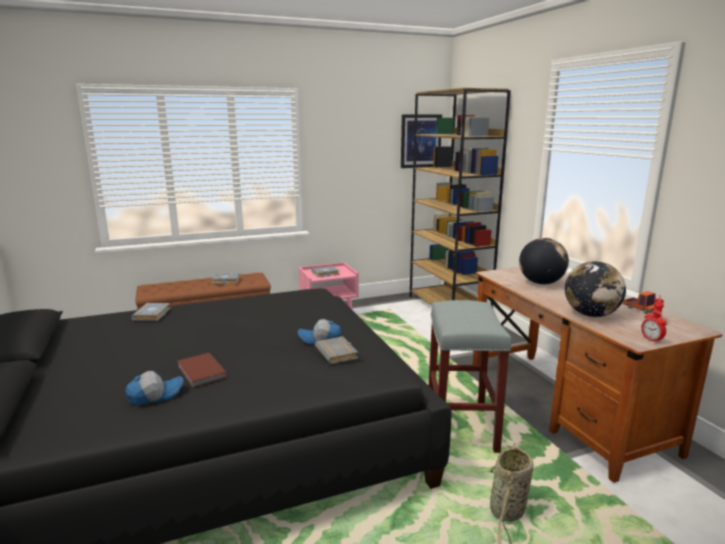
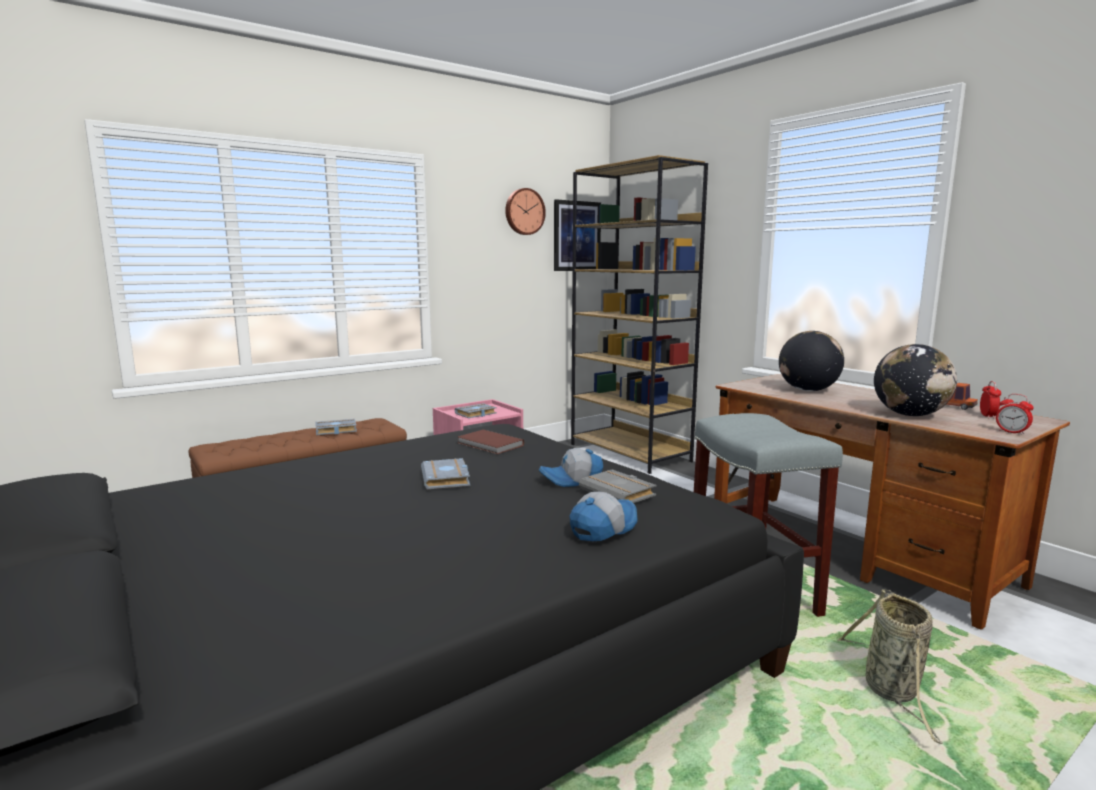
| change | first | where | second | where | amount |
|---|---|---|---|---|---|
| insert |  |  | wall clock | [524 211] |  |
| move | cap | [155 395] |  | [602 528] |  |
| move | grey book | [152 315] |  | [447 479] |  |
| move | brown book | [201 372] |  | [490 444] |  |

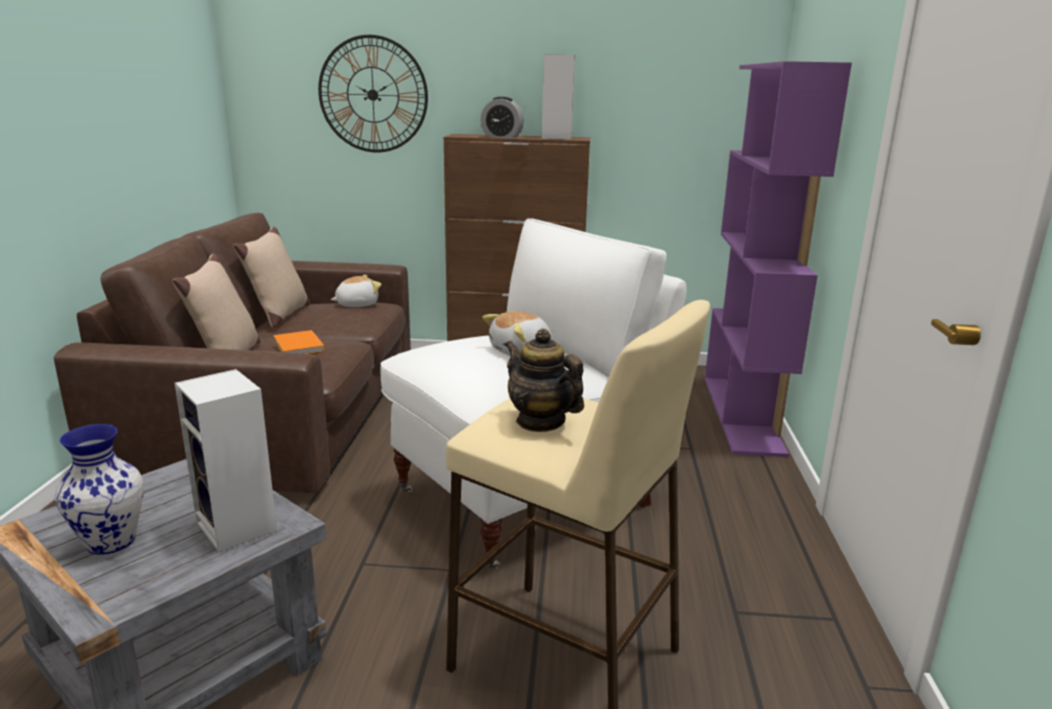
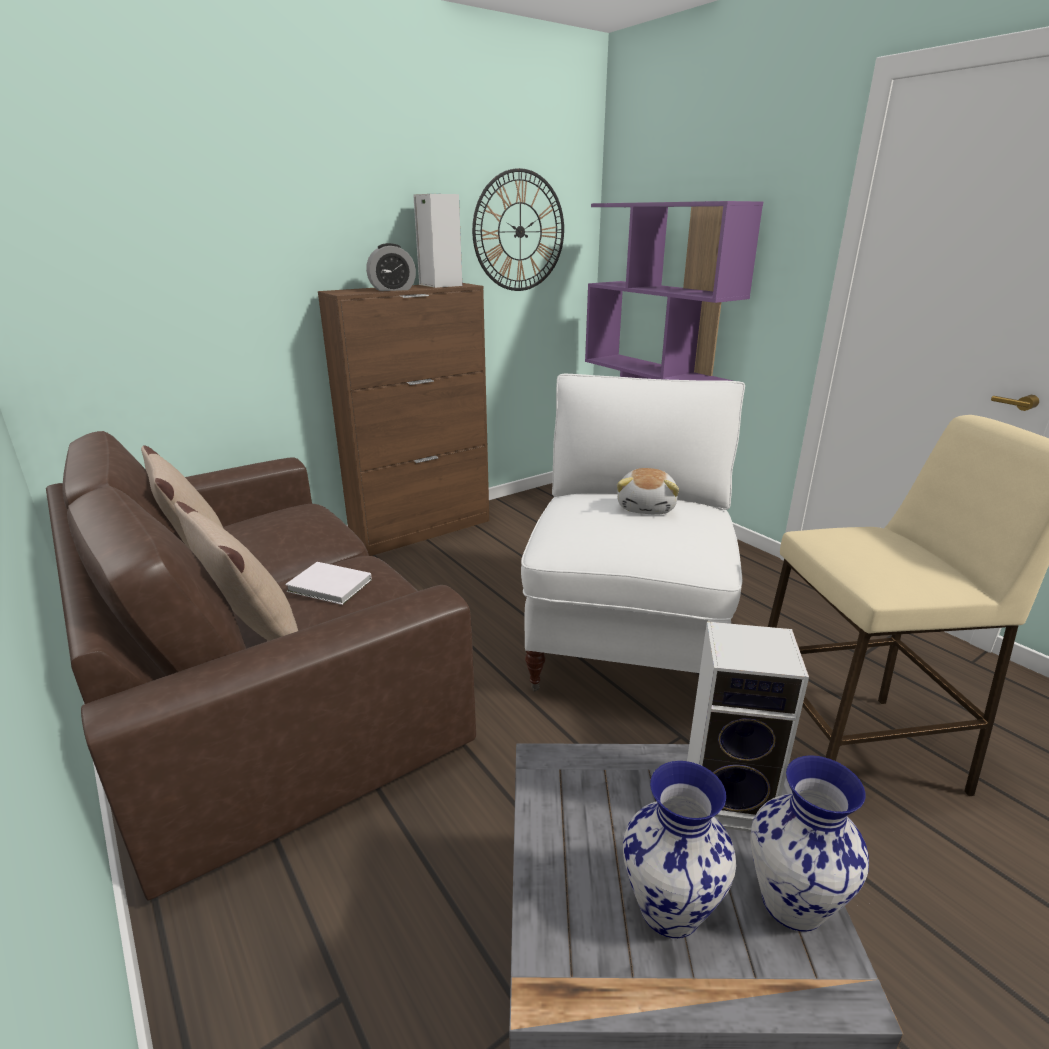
| change | first | where | second | where | amount |
|---|---|---|---|---|---|
| delete | plush toy | [356 304] |  |  |  |
| delete | teapot | [540 422] |  |  |  |
| insert |  |  | vase | [790 901] |  |
| move | wall clock | [373 95] |  | [519 231] |  |
| recolor | orange book | [298 347] | white book | [330 586] |  |

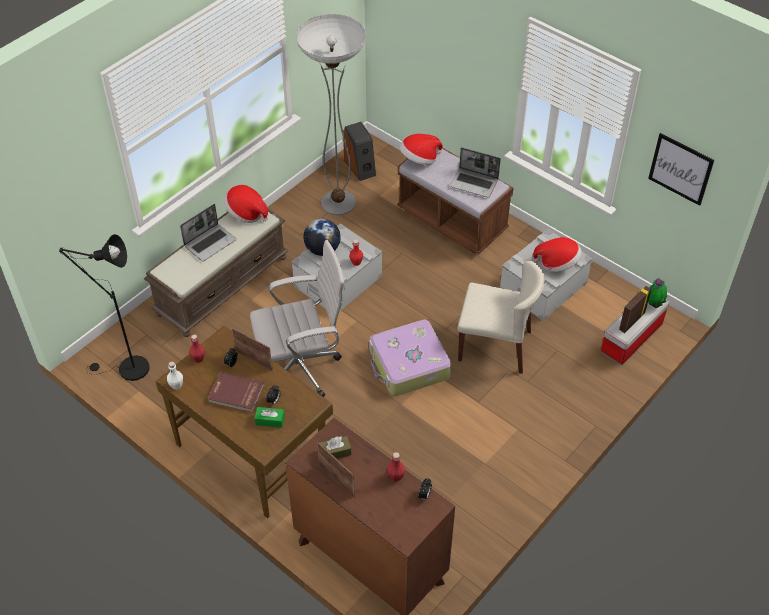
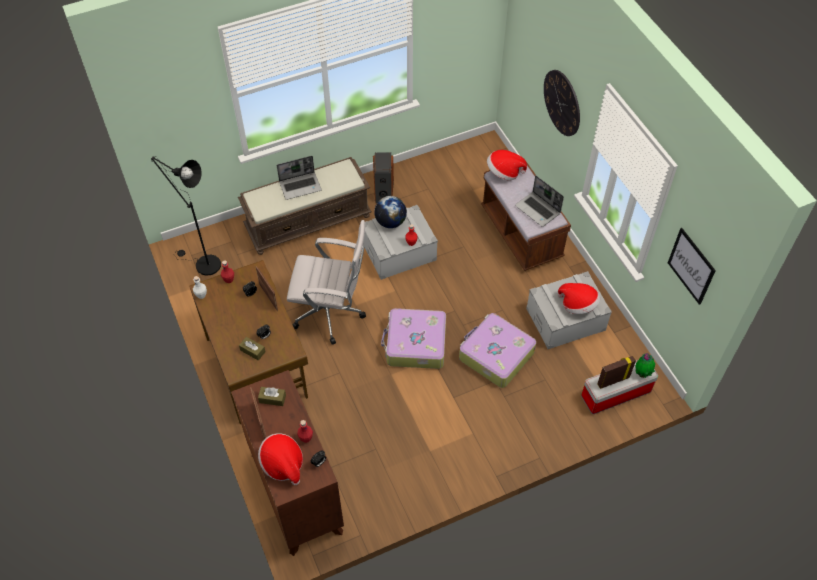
| change | first | where | second | where | amount |
|---|---|---|---|---|---|
| delete | red book | [236 394] |  |  |  |
| delete | floor lamp | [338 203] |  |  |  |
| insert |  |  | wall clock | [562 103] |  |
| move | hat | [246 213] |  | [283 464] |  |
| move | speaker | [360 167] |  | [383 191] |  |
| replace | beige chair | [495 346] | suitcase | [495 355] |  |
| recolor | green tissue box | [270 420] | brown tissue box | [252 351] |  |

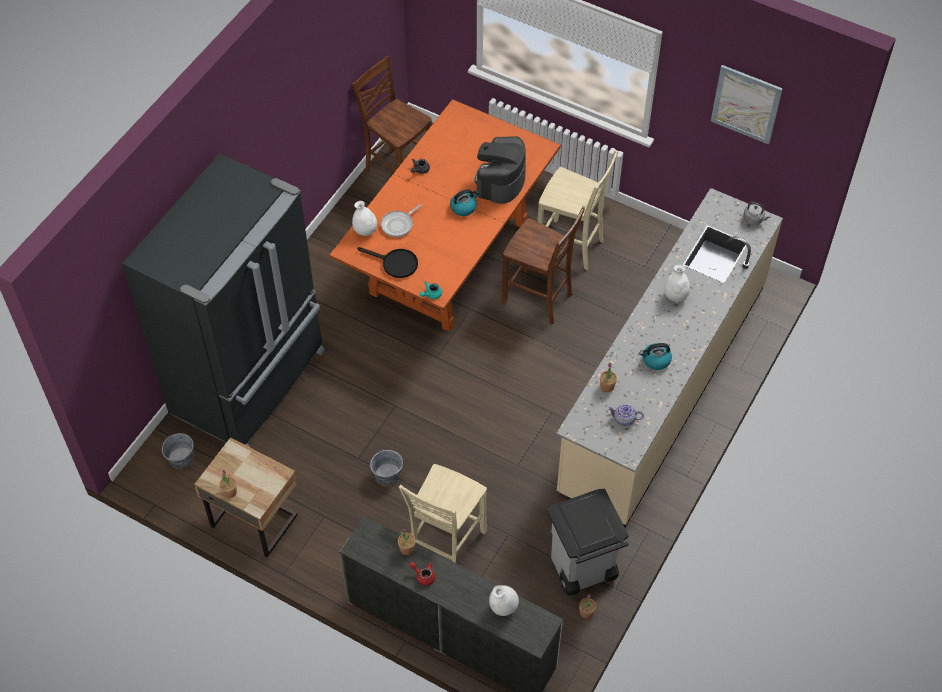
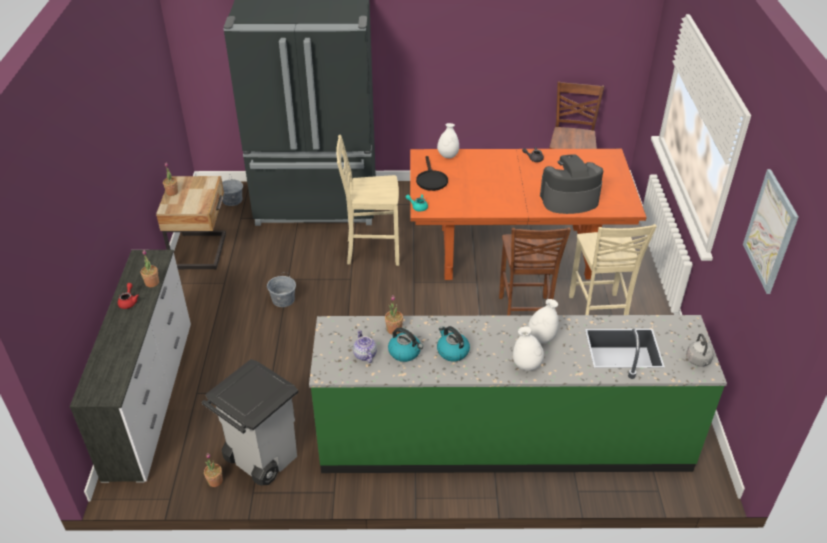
| change | first | where | second | where | amount |
|---|---|---|---|---|---|
| delete | frying pan | [399 224] |  |  |  |
| move | beige chair | [445 546] |  | [371 251] |  |
| move | kettle | [464 207] |  | [405 352] |  |
| move | white vase | [503 607] |  | [526 366] |  |
| recolor | beige counter | [662 387] | green counter | [503 437] |  |

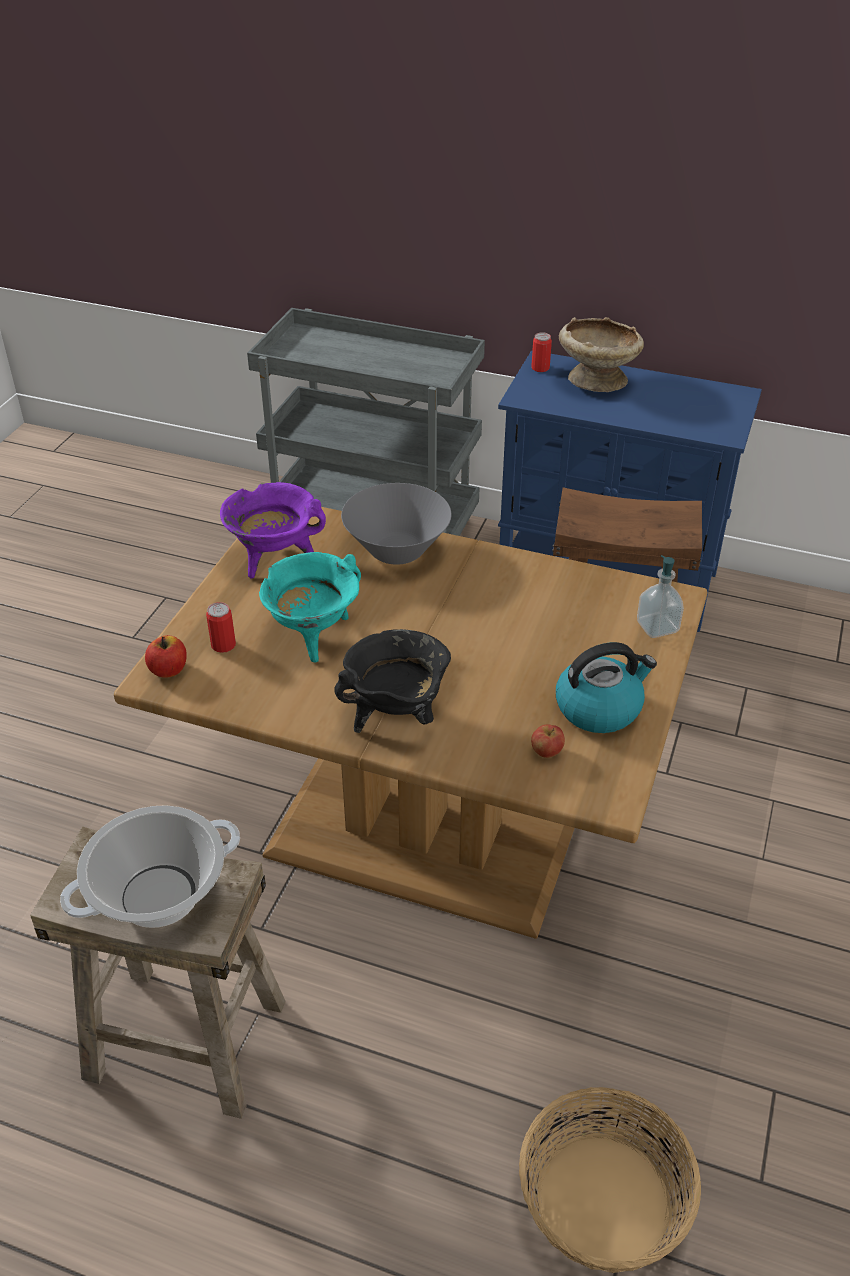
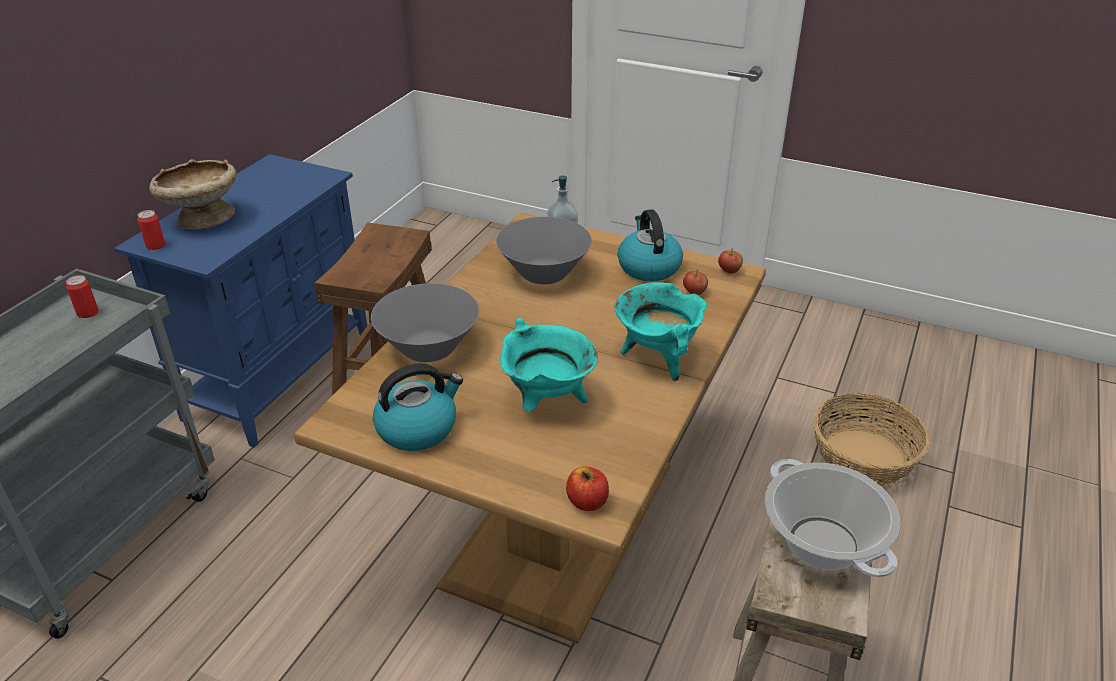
| change | first | where | second | where | amount |
|---|---|---|---|---|---|
| insert |  |  | grey bowl | [543 274] |  |
| insert |  |  | apple | [729 271] |  |
| move | can | [223 645] |  | [87 312] |  |
| replace | purple cooking pot | [274 559] | kettle | [418 428] |  |
| recolor | black cooking pot | [396 716] | turquoise cooking pot | [657 358] |  |

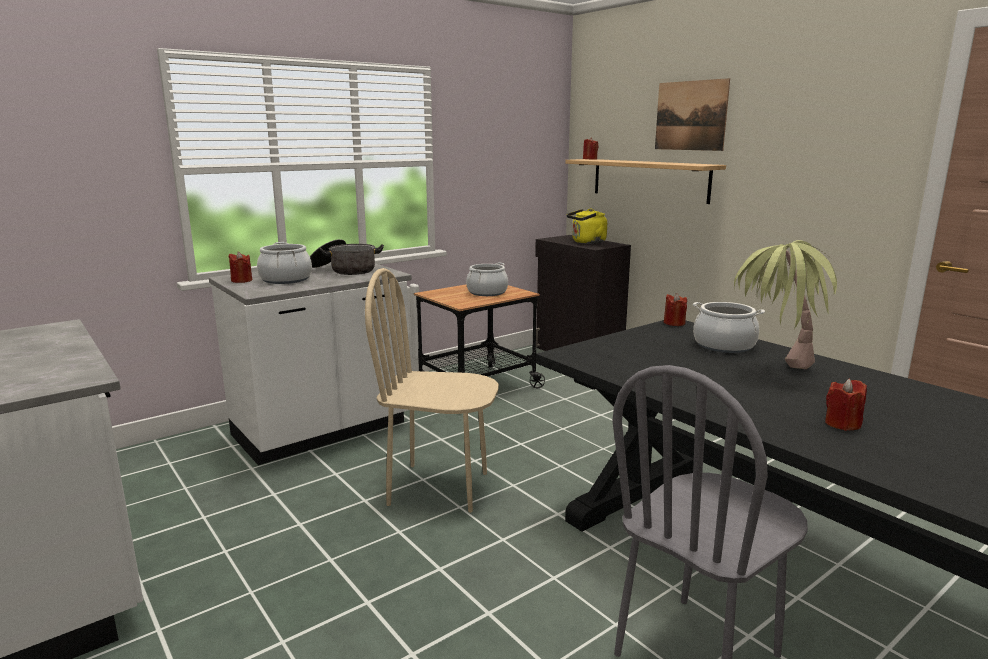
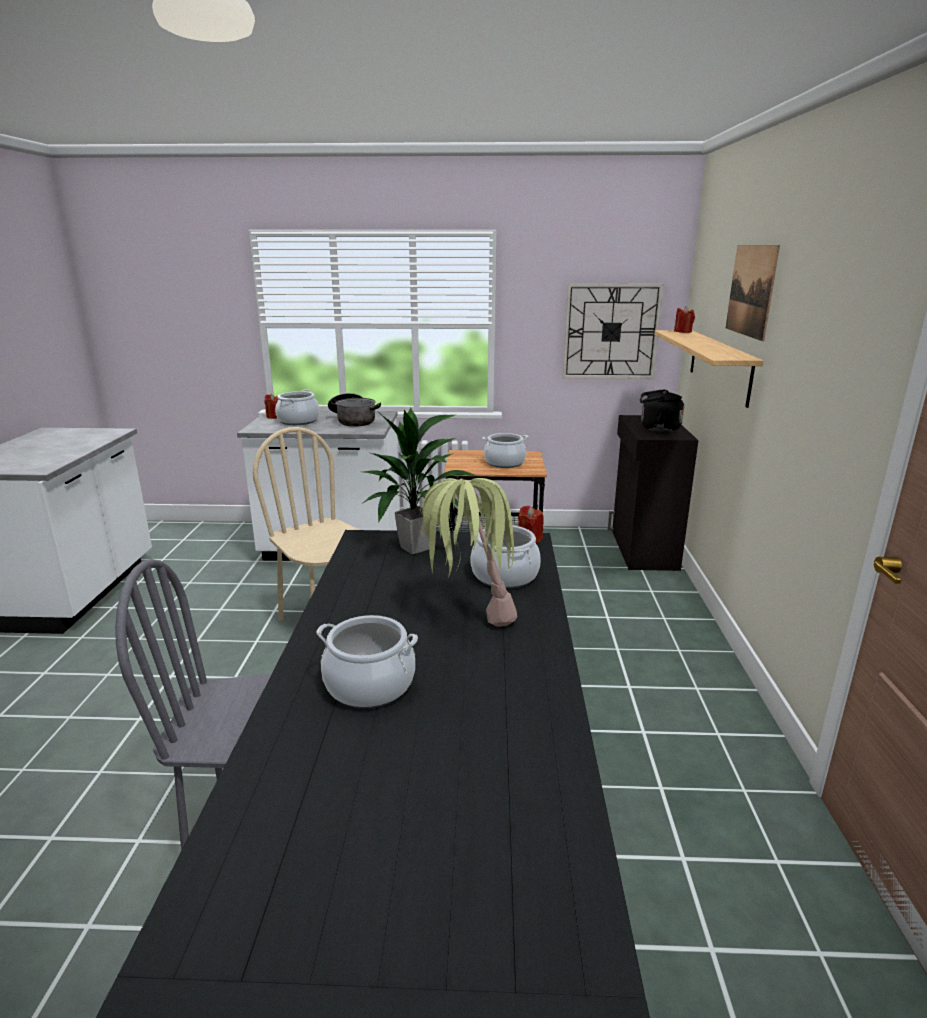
| change | first | where | second | where | amount |
|---|---|---|---|---|---|
| insert |  |  | potted plant | [417 548] |  |
| insert |  |  | wall clock | [611 331] |  |
| replace | red candle | [842 424] | cooking pot | [369 684] |  |
| recolor | yellow kettle | [587 242] | black kettle | [657 428] |  |

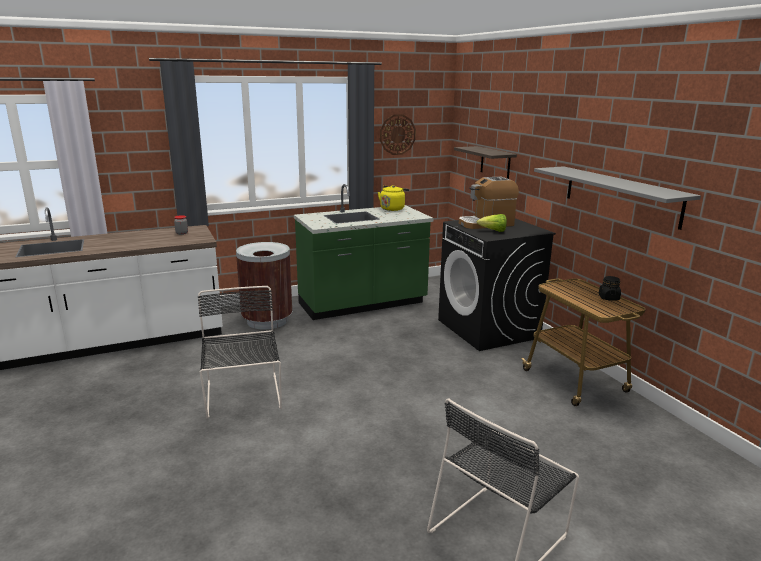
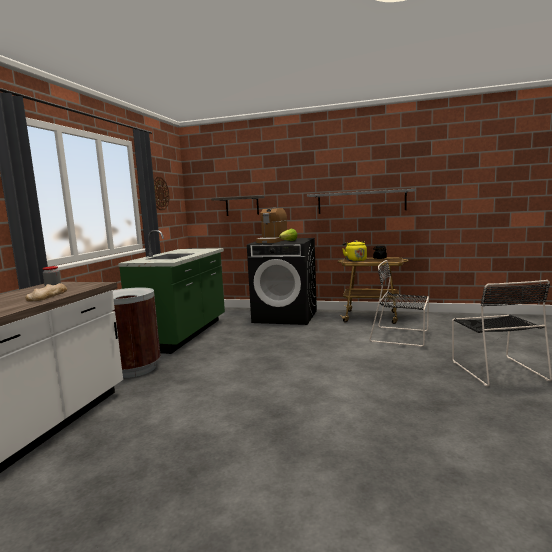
| change | first | where | second | where | amount |
|---|---|---|---|---|---|
| insert |  |  | bread | [48 296] |  |
| move | black chair | [243 397] |  | [402 336] |  |
| move | yellow kettle | [393 208] |  | [355 260] |  |

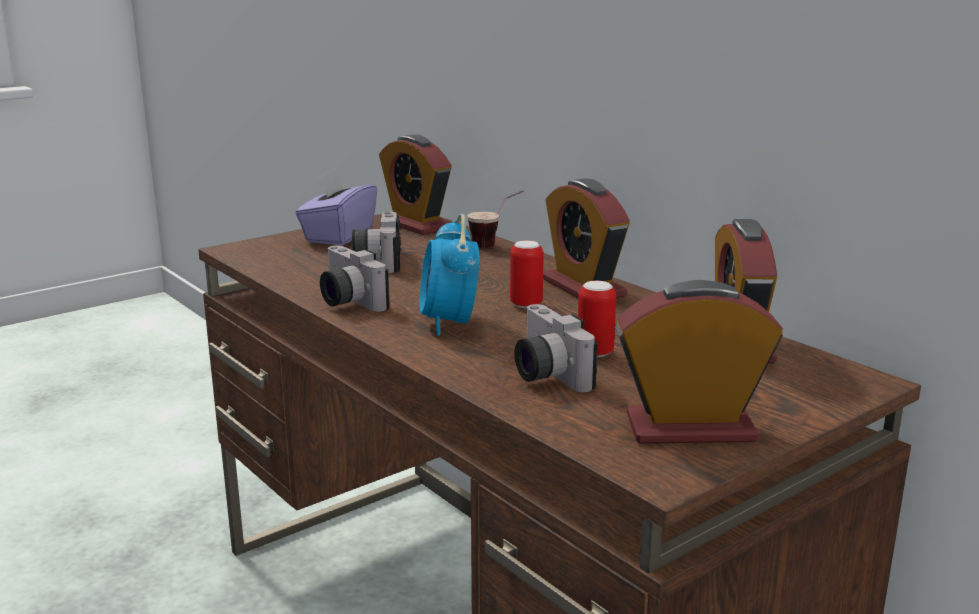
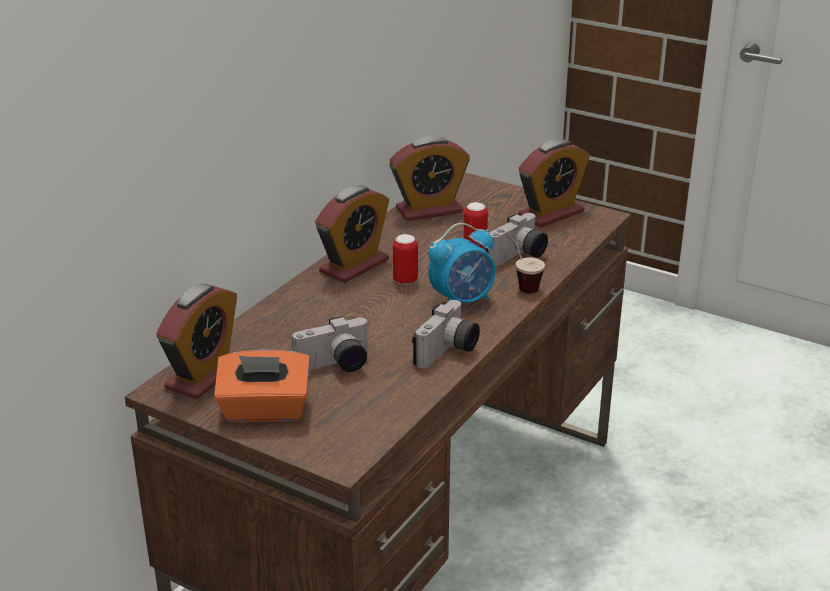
| change | first | where | second | where | amount |
|---|---|---|---|---|---|
| move | cup | [495 244] |  | [520 284] |  |
| recolor | purple tissue box | [338 235] | orange tissue box | [264 410] |  |
| rotate | alarm clock | [690 428] |  | [551 214] | 105 degrees counterclockwise |

